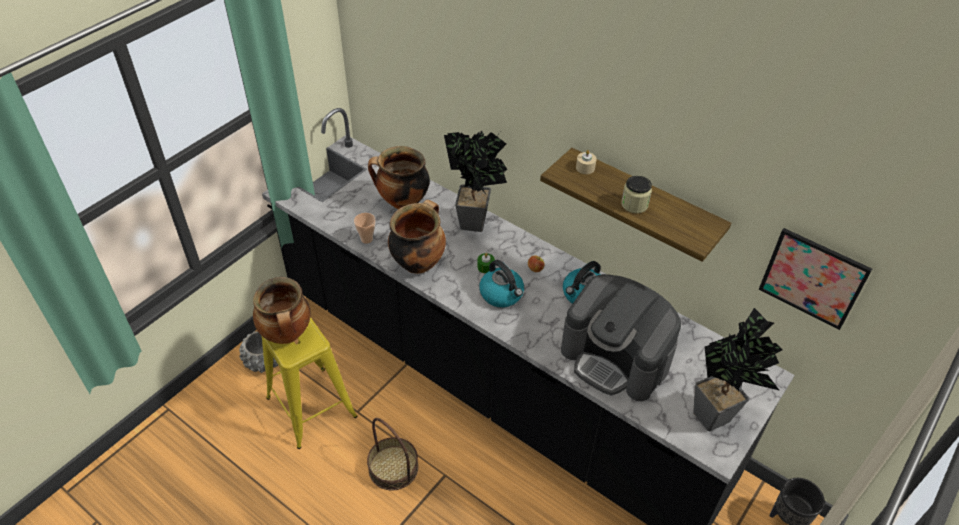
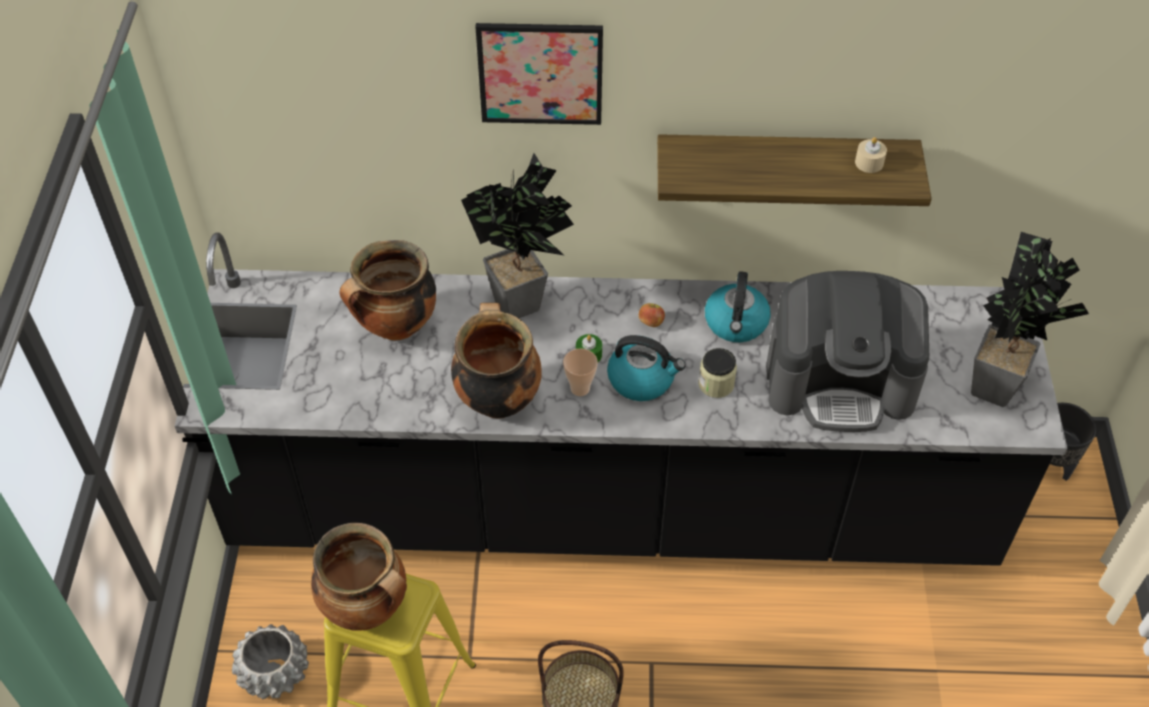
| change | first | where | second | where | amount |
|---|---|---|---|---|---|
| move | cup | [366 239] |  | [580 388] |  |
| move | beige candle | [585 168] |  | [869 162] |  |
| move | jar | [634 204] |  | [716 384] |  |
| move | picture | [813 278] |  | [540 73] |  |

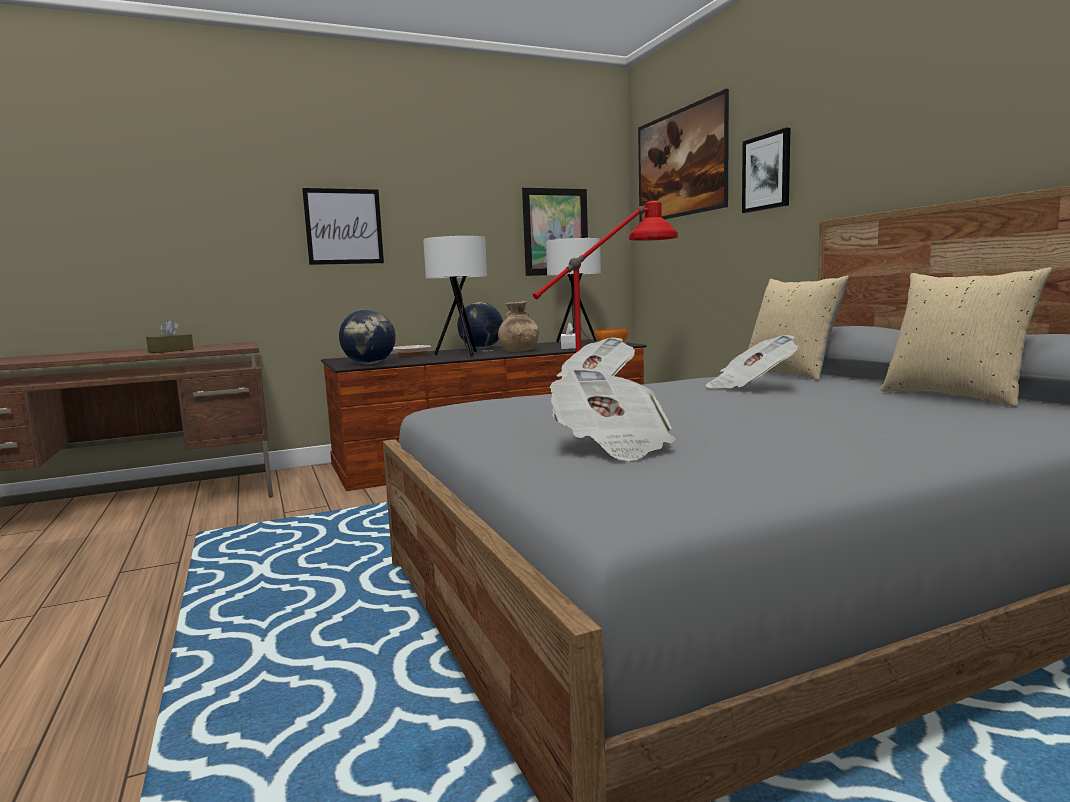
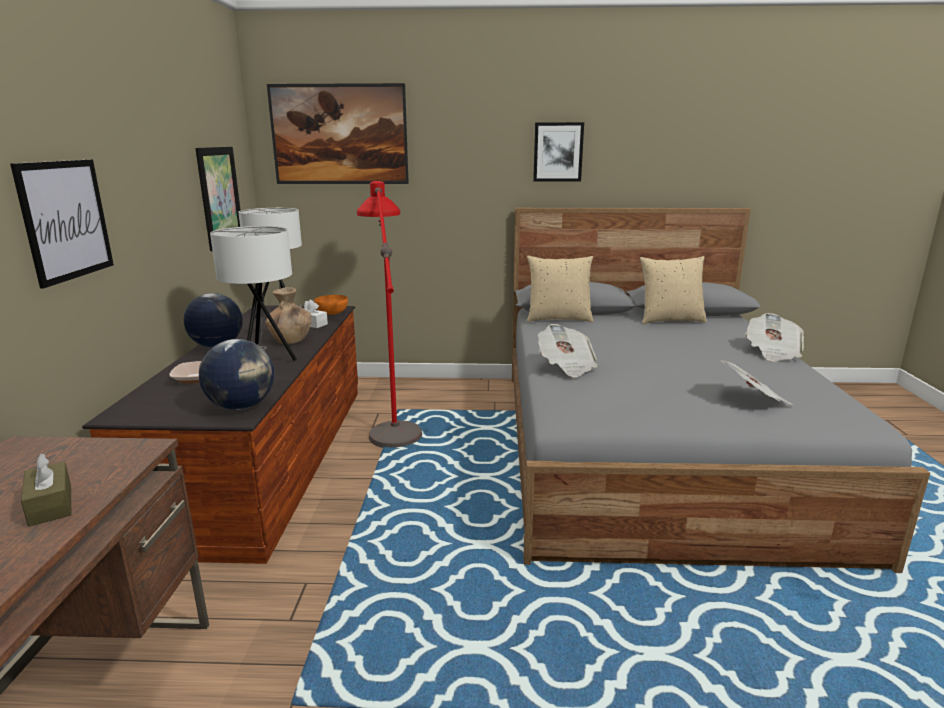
| change | first | where | second | where | amount |
|---|---|---|---|---|---|
| move | newspaper | [750 386] |  | [772 352] |  |
| move | picture | [767 172] |  | [558 152] |  |

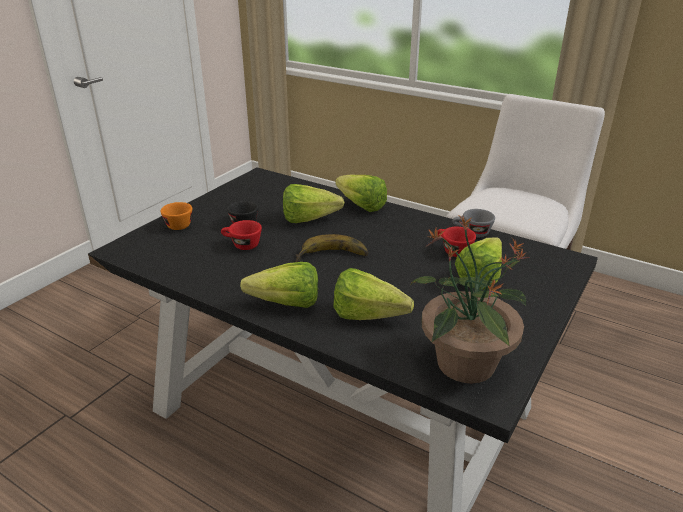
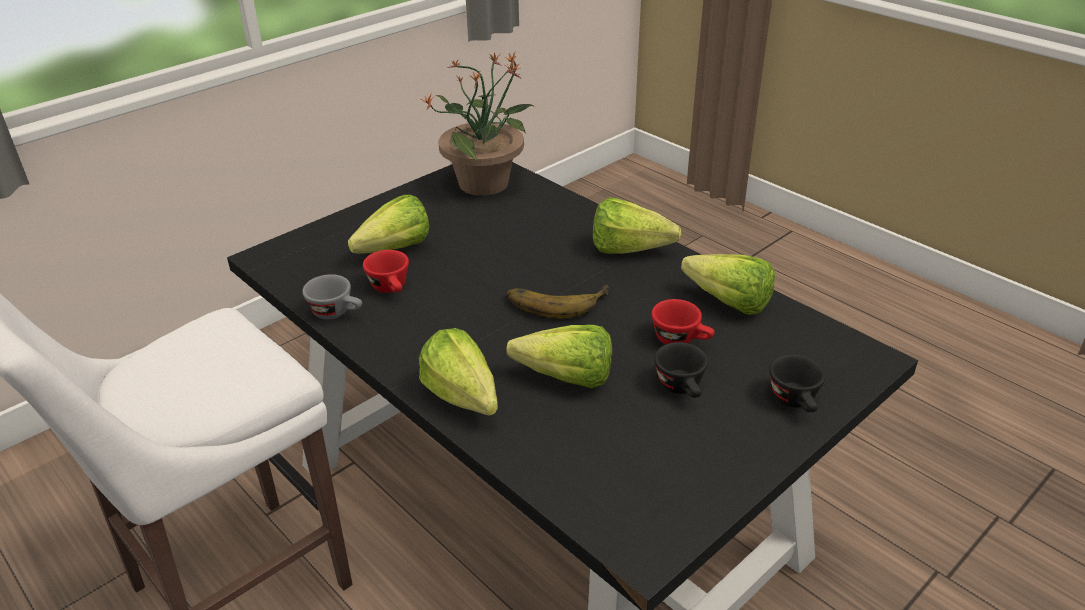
| change | first | where | second | where | amount |
|---|---|---|---|---|---|
| move | lettuce | [373 318] |  | [722 299] |  |
| recolor | orange cup | [177 224] | black cup | [796 402] |  |

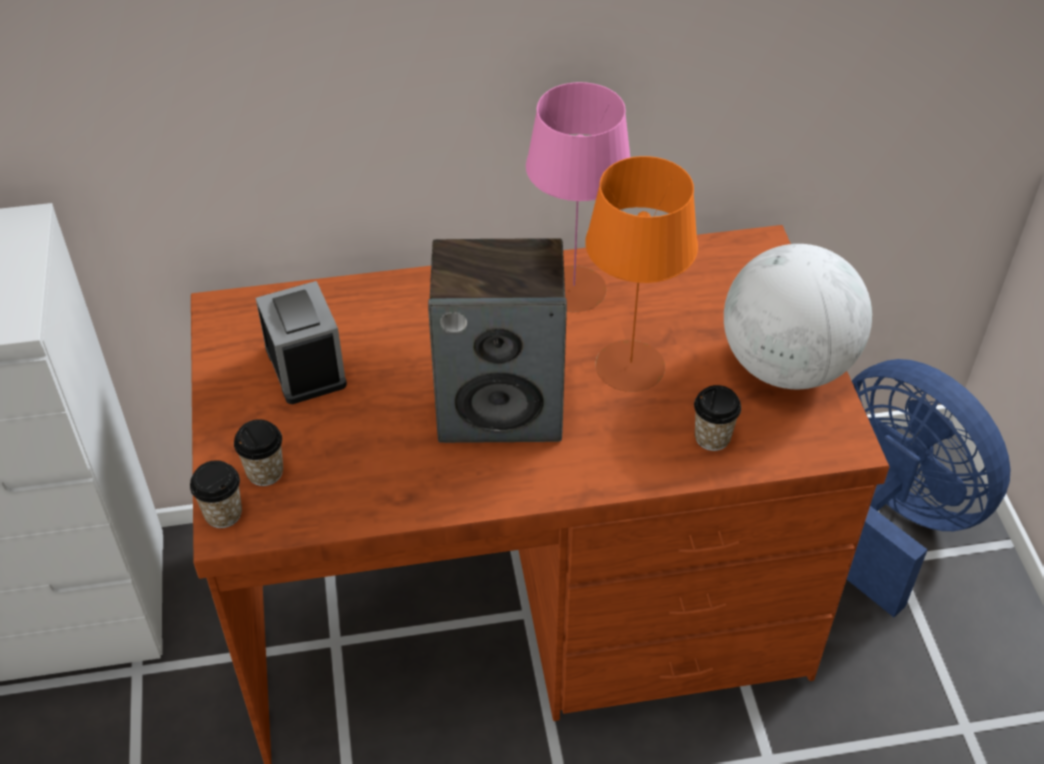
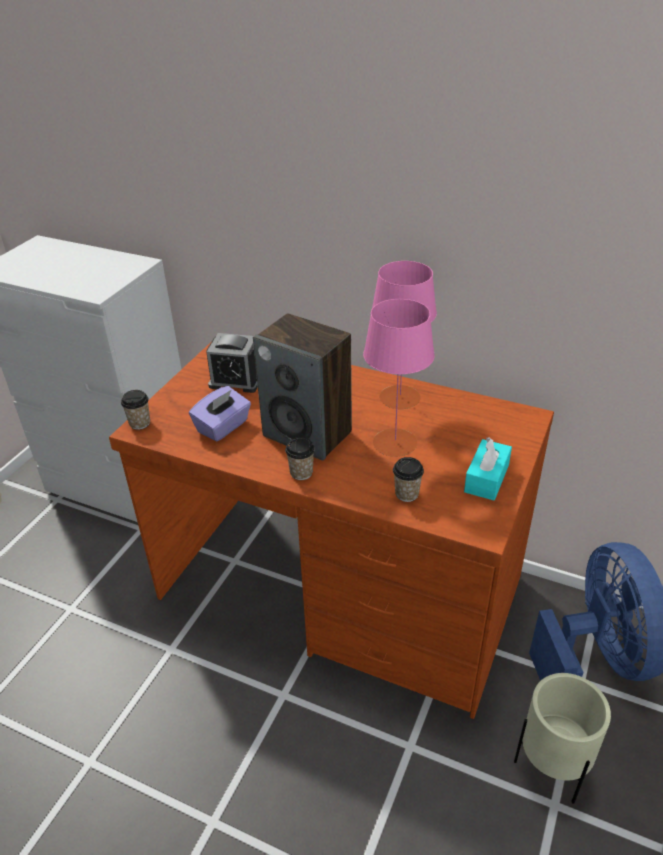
| change | first | where | second | where | amount |
|---|---|---|---|---|---|
| insert |  |  | purple tissue box | [223 427] |  |
| insert |  |  | beige planter | [551 769] |  |
| move | cup | [265 472] |  | [301 473] |  |
| replace | globe | [787 366] | turquoise tissue box | [486 478] |  |
| recolor | orange table lamp | [630 366] | pink table lamp | [395 443] |  |
| rotate | alarm clock | [305 366] |  | [236 380] | 90 degrees clockwise |

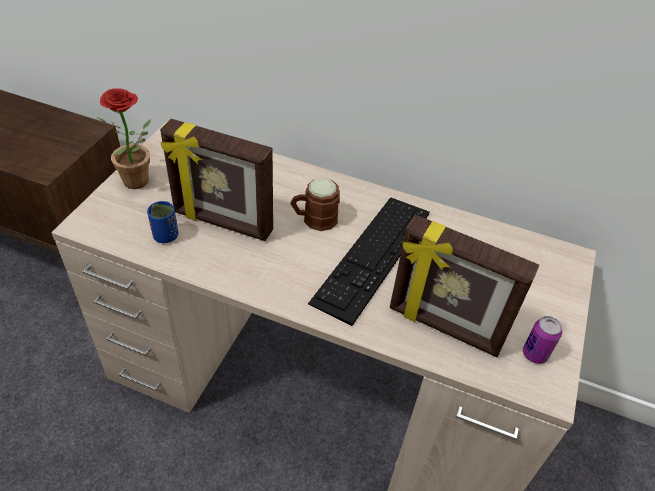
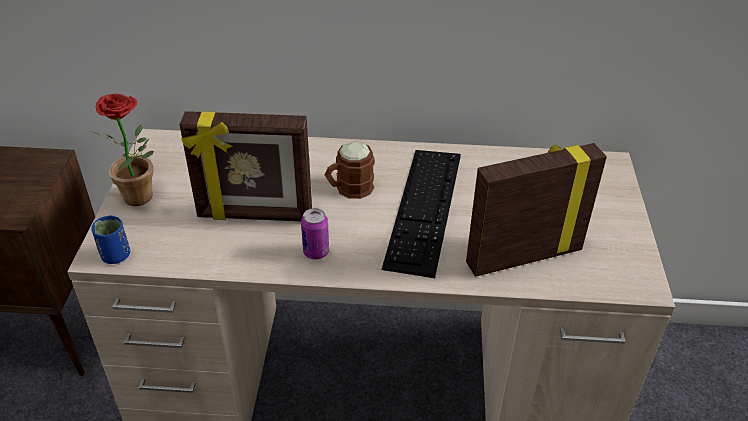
| change | first | where | second | where | amount |
|---|---|---|---|---|---|
| move | blue cup | [165 236] |  | [116 256] |  |
| move | can | [534 354] |  | [316 252] |  |
| rotate | picture frame | [444 327] |  | [523 256] | 150 degrees clockwise |

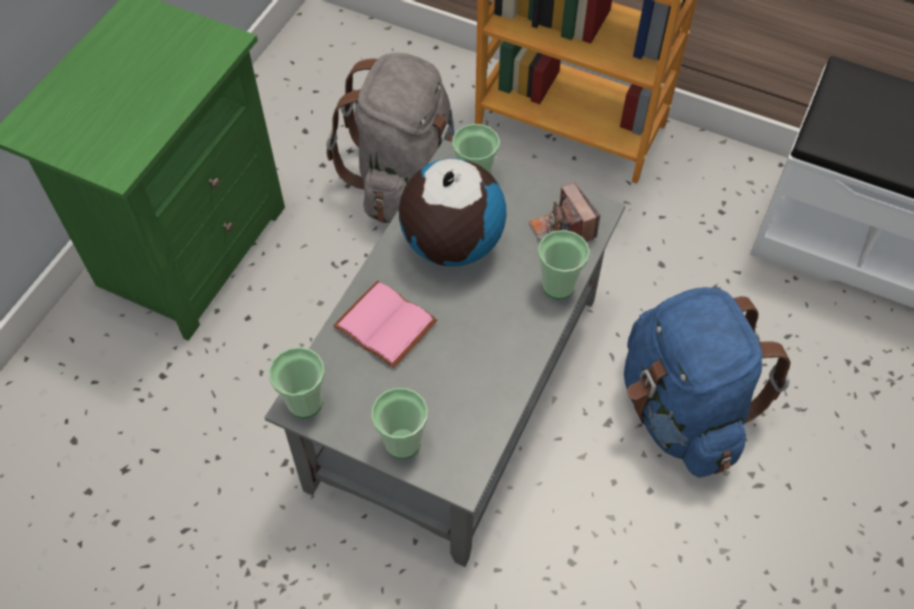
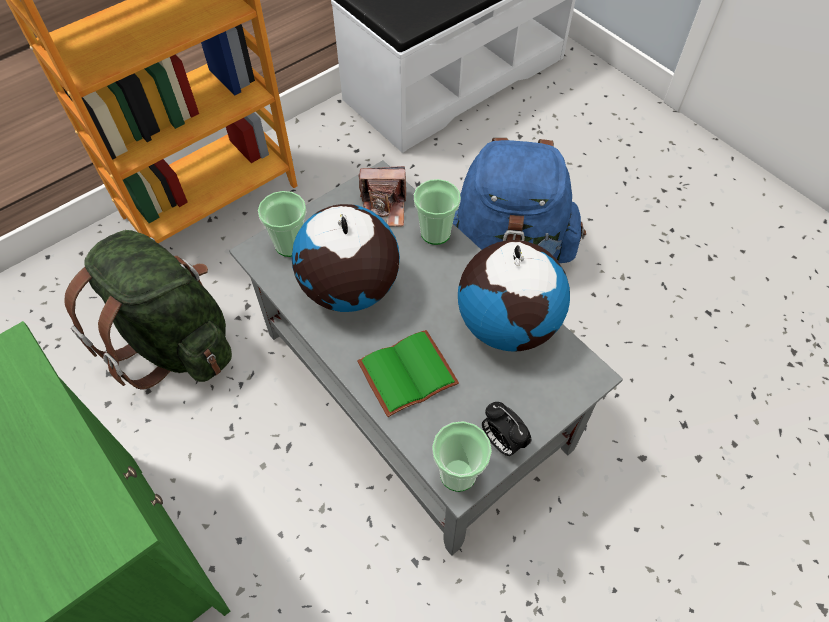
| change | first | where | second | where | amount |
|---|---|---|---|---|---|
| delete | cup | [402 442] |  |  |  |
| insert |  |  | globe | [507 323] |  |
| insert |  |  | alarm clock | [502 441] |  |
| recolor | grey backpack | [404 179] | green backpack | [175 342] |  |
| recolor | pink book | [388 324] | green book | [407 371] |  |

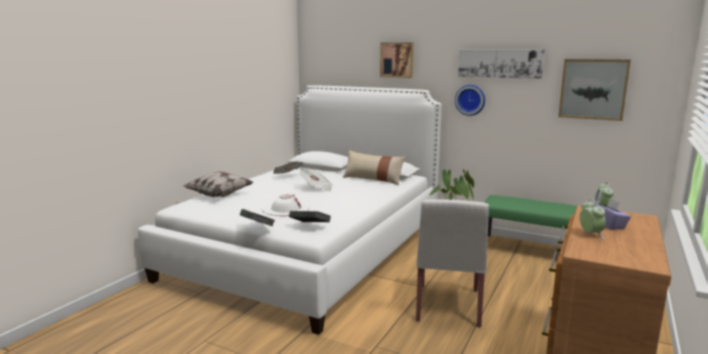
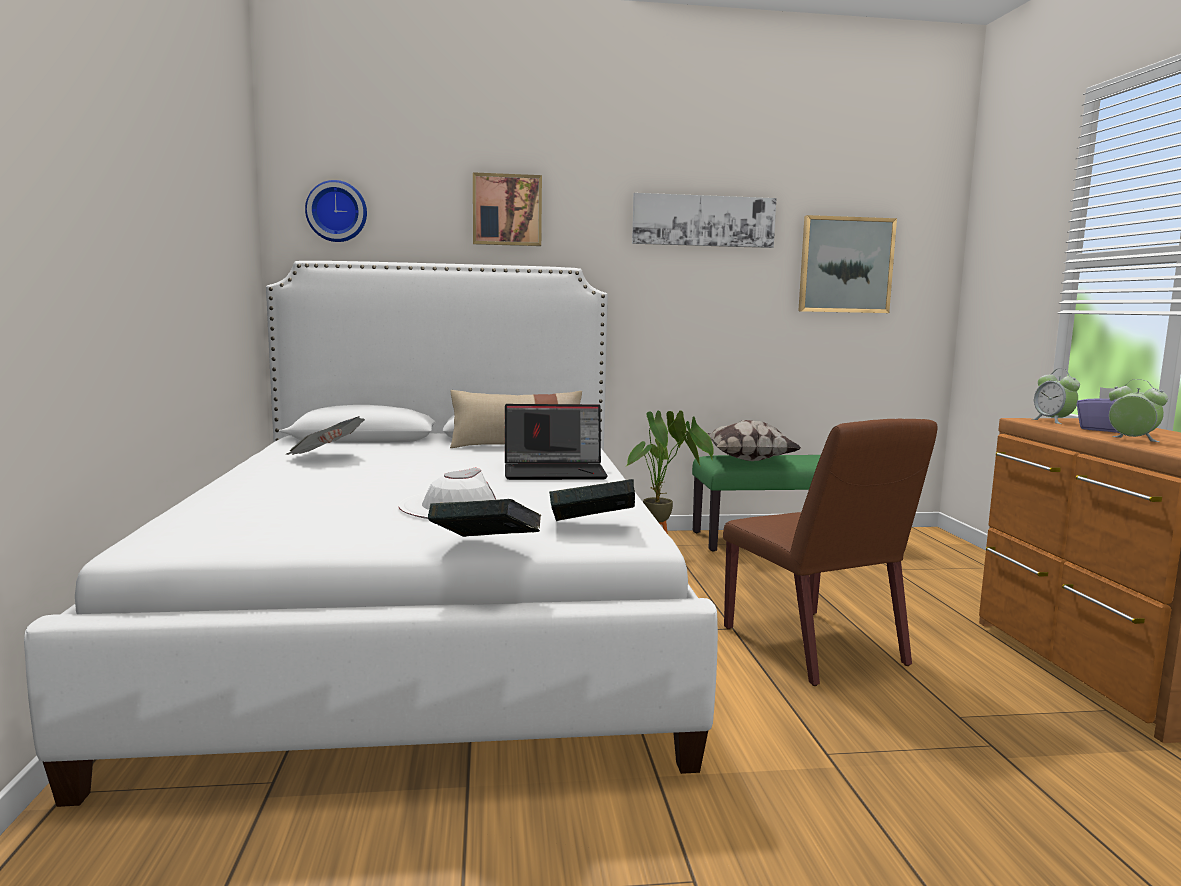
| change | first | where | second | where | amount |
|---|---|---|---|---|---|
| delete | newspaper | [316 188] |  |  |  |
| insert |  |  | laptop | [556 472] |  |
| move | pillow | [219 195] |  | [746 460] |  |
| move | wall clock | [470 100] |  | [337 211] |  |
| recolor | white chair | [448 306] | brown chair | [814 647] |  |

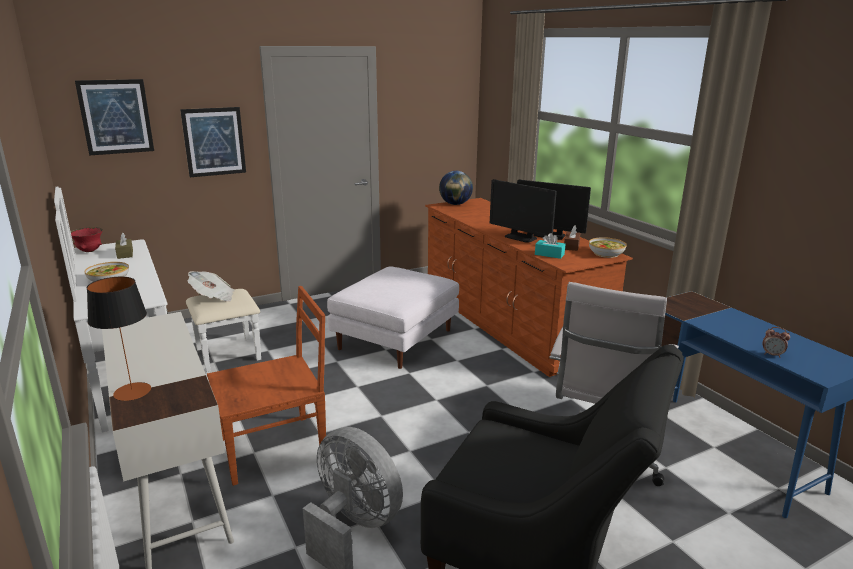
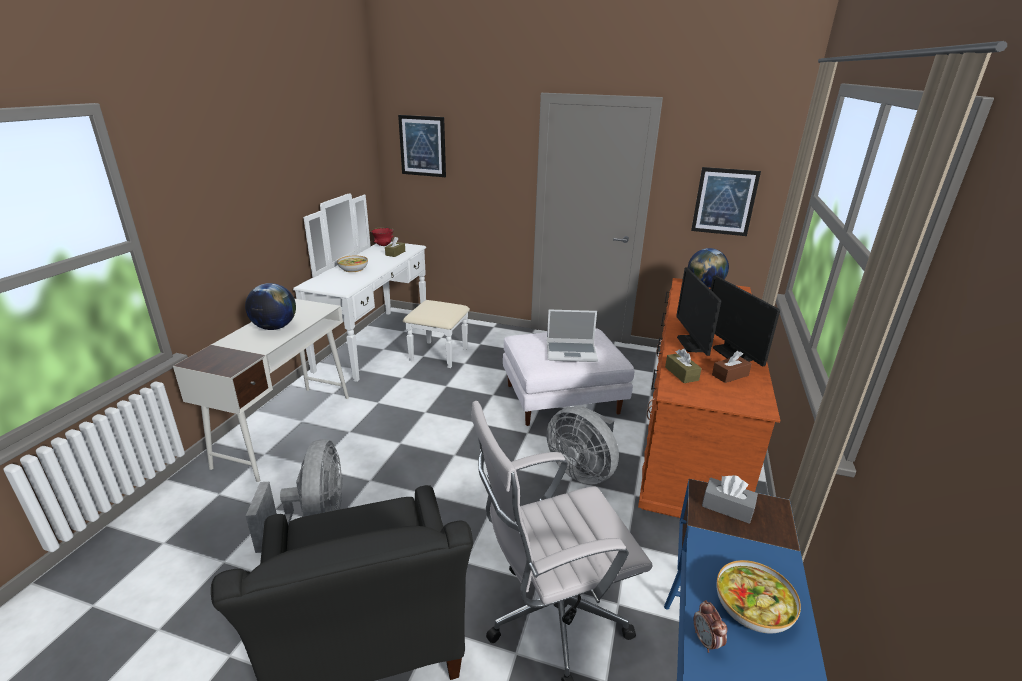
| change | first | where | second | where | amount |
|---|---|---|---|---|---|
| delete | table lamp | [132 391] |  |  |  |
| delete | newspaper | [213 297] |  |  |  |
| delete | brown chair | [275 448] |  |  |  |
| insert |  |  | globe | [275 327] |  |
| insert |  |  | grey fan | [582 471] |  |
| insert |  |  | laptop | [572 352] |  |
| insert |  |  | grey tissue box | [727 507] |  |
| move | picture | [214 141] |  | [724 201] |  |
| move | bowl | [606 253] |  | [752 607] |  |
| recolor | turquoise tissue box | [549 254] | brown tissue box | [681 374] |  |

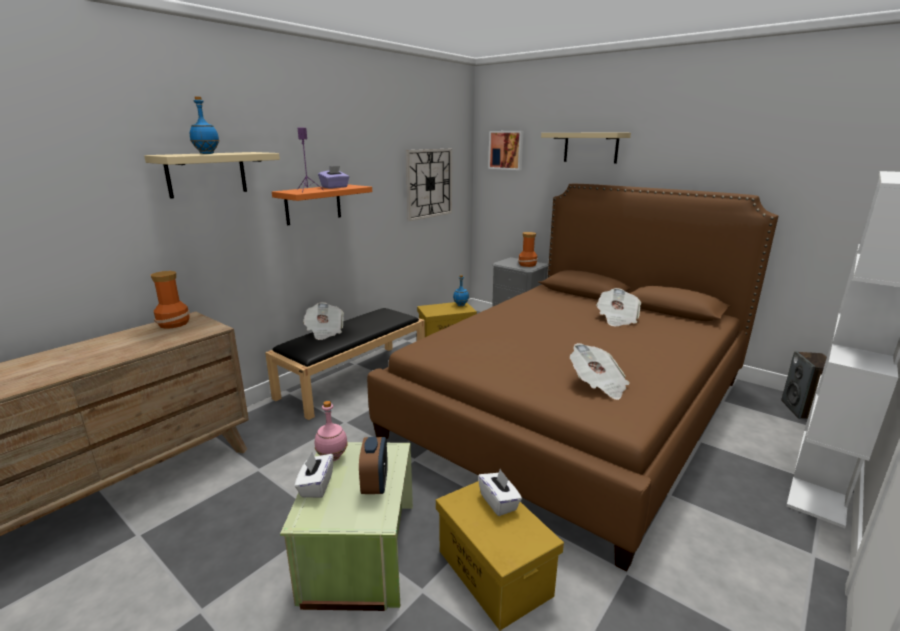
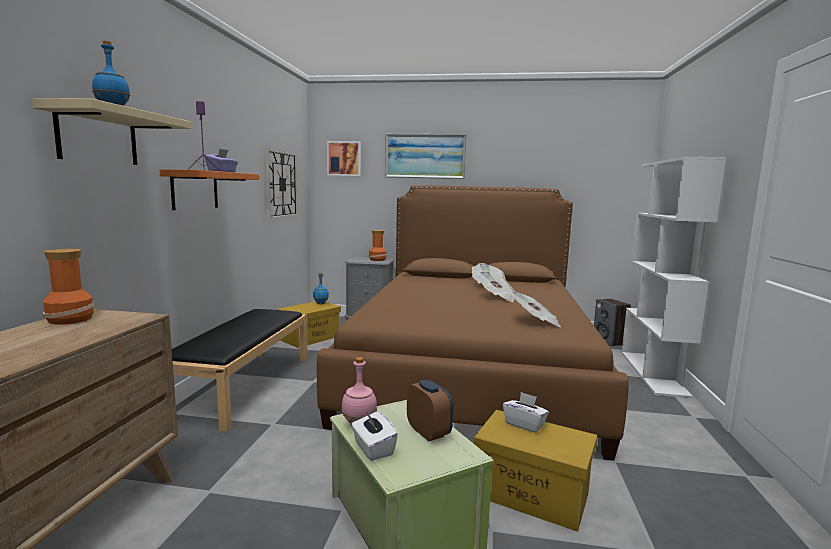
| change | first | where | second | where | amount |
|---|---|---|---|---|---|
| move | newspaper | [324 331] |  | [497 297] |  |
| replace | beige shelf | [590 147] | picture | [425 156] |  |

